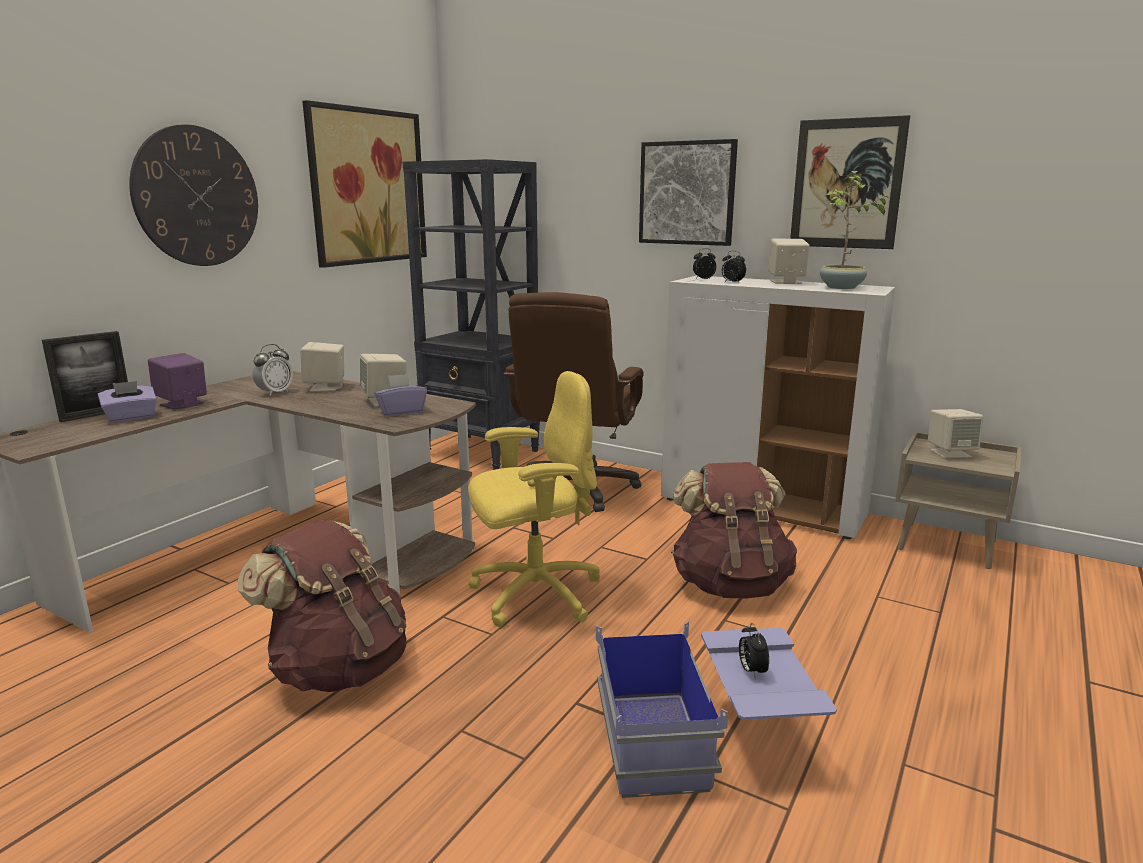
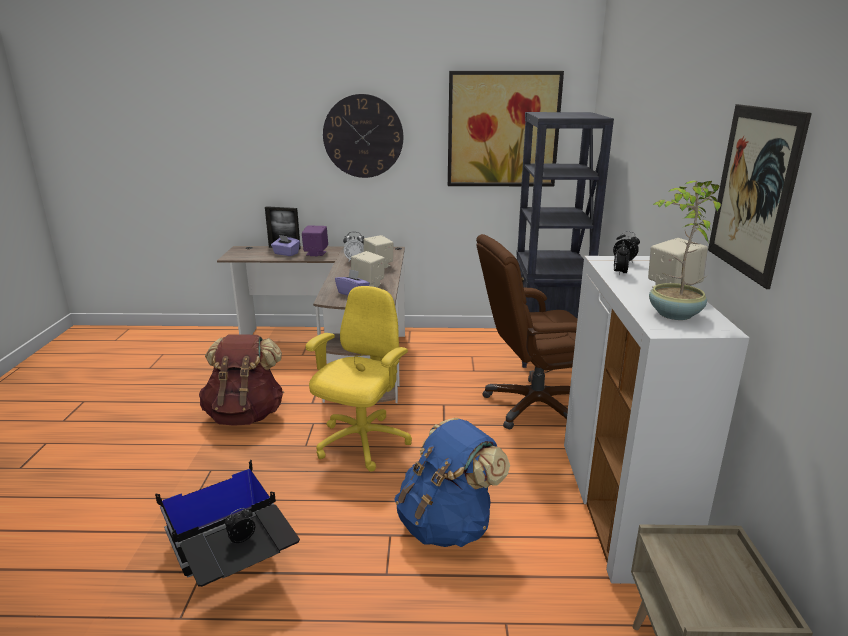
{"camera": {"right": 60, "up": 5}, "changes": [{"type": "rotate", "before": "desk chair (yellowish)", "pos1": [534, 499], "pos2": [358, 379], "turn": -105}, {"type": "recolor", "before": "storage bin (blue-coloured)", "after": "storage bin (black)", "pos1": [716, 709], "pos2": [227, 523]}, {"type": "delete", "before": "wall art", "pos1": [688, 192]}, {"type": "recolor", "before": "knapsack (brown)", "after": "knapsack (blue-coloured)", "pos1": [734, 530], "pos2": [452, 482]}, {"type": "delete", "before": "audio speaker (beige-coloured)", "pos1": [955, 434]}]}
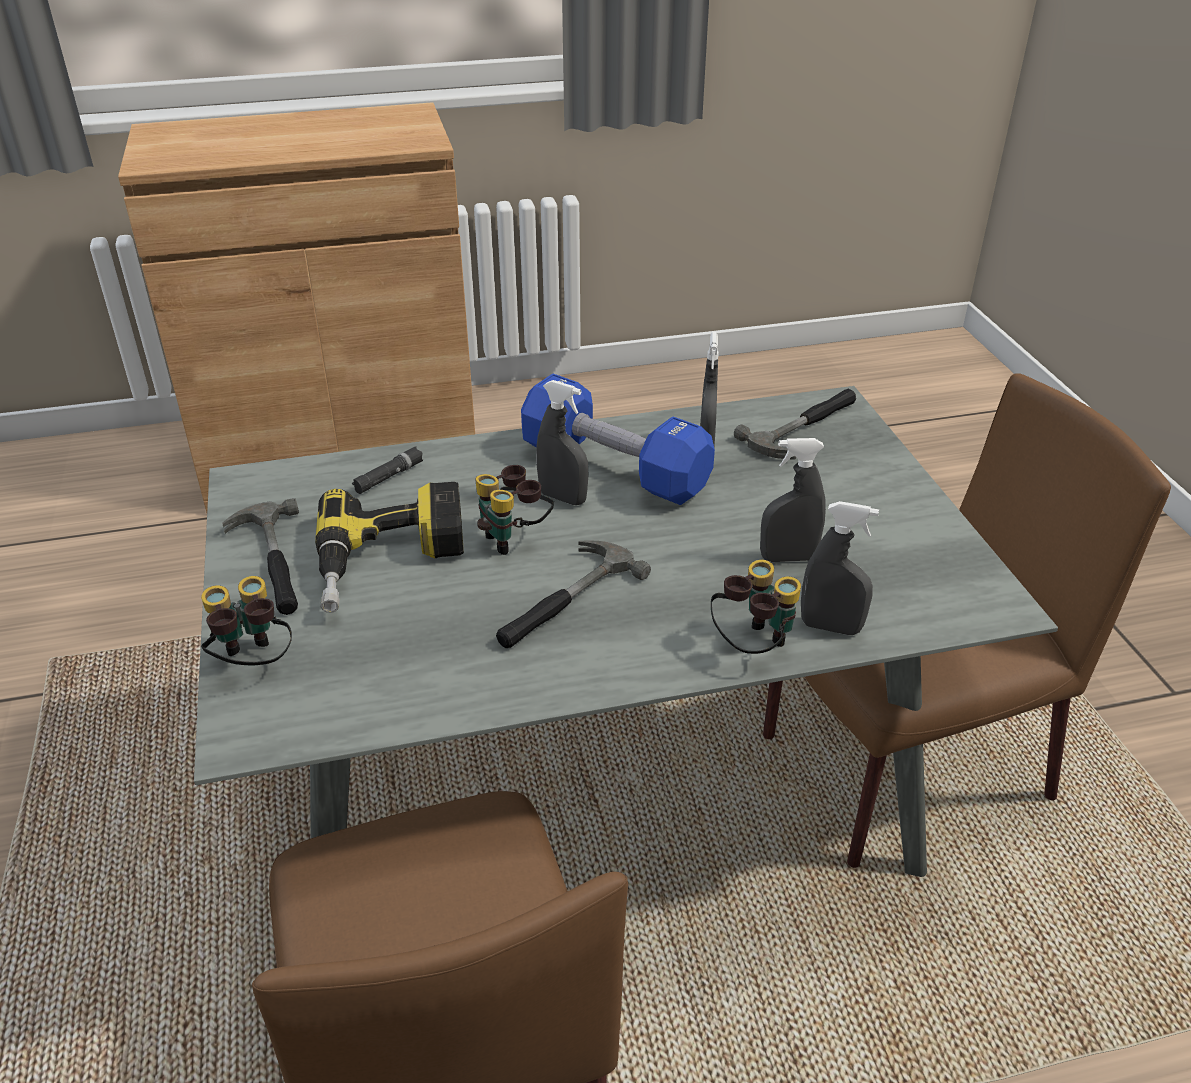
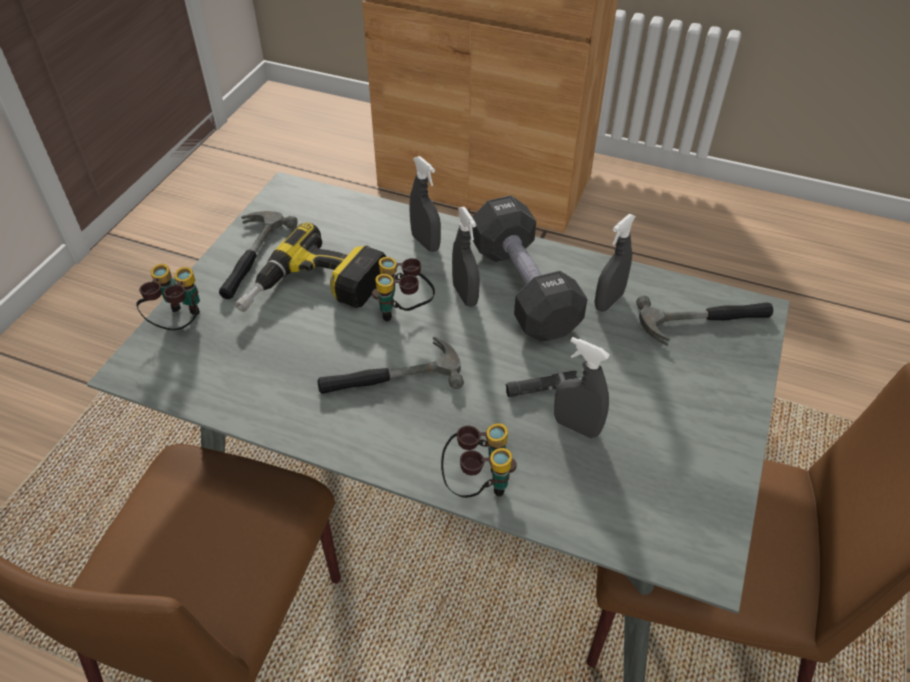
{"camera": {"right": 35, "up": 10}, "changes": [{"type": "move", "before": "flashlight (black)", "pos1": [387, 470], "pos2": [542, 384]}, {"type": "recolor", "before": "free weight (blue-coloured)", "after": "free weight (black)", "pos1": [618, 439], "pos2": [529, 268]}, {"type": "move", "before": "sprayer (gray)", "pos1": [840, 568], "pos2": [425, 204]}]}
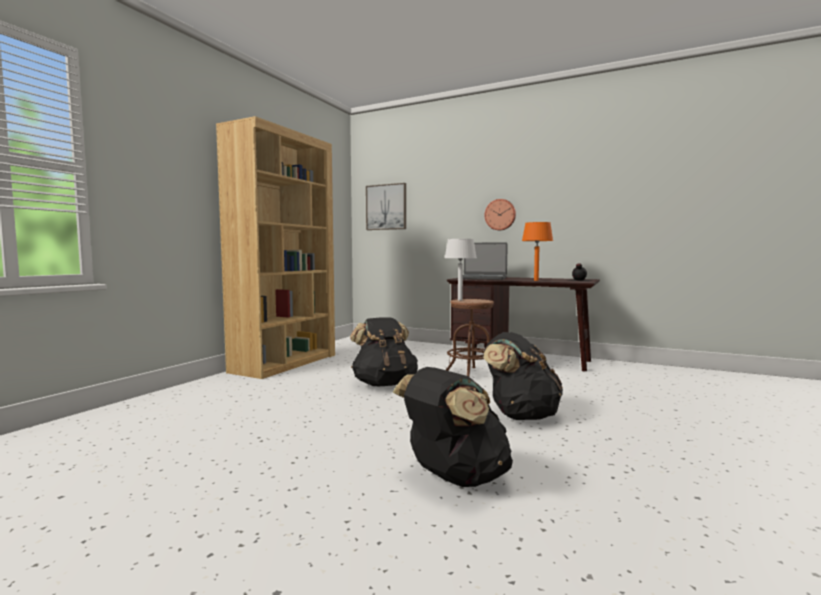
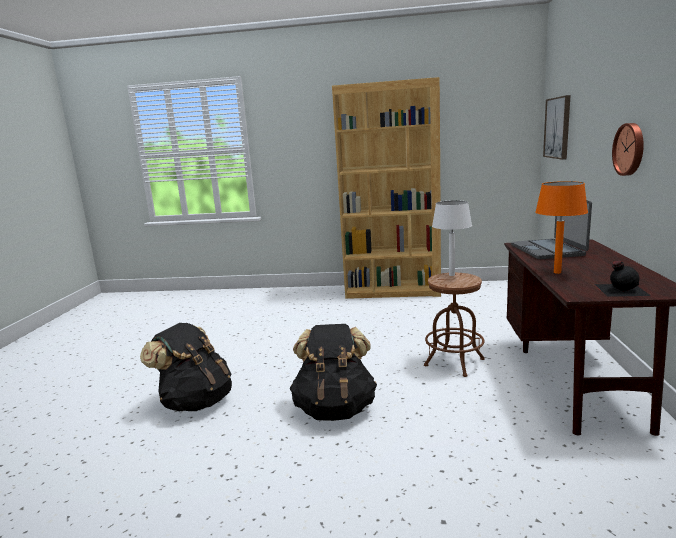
{"camera": {"right": 70, "up": 10}, "changes": [{"type": "delete", "before": "knapsack (black)", "pos1": [384, 351]}]}
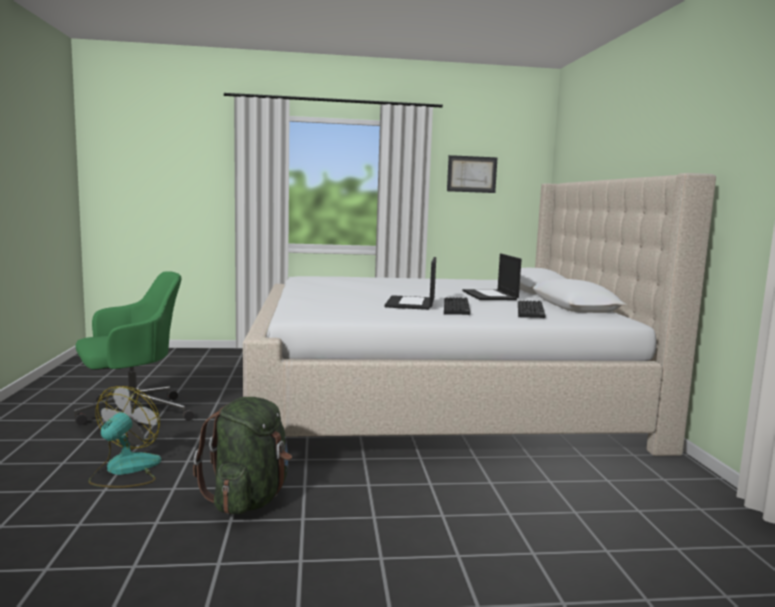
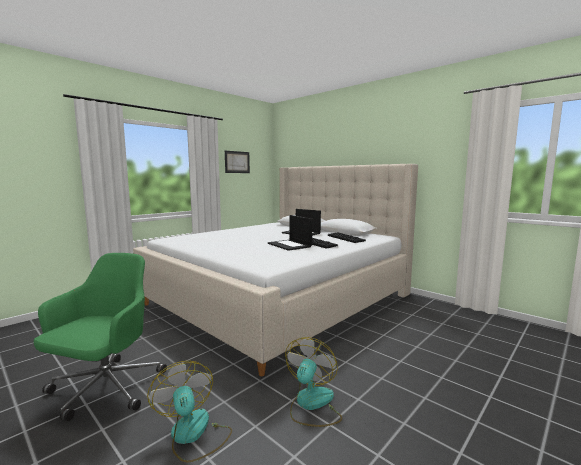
{"camera": {"right": -40, "up": 0}, "changes": [{"type": "replace", "before": "knapsack (green)", "after": "cooling fan", "pos1": [242, 455], "pos2": [313, 382]}]}
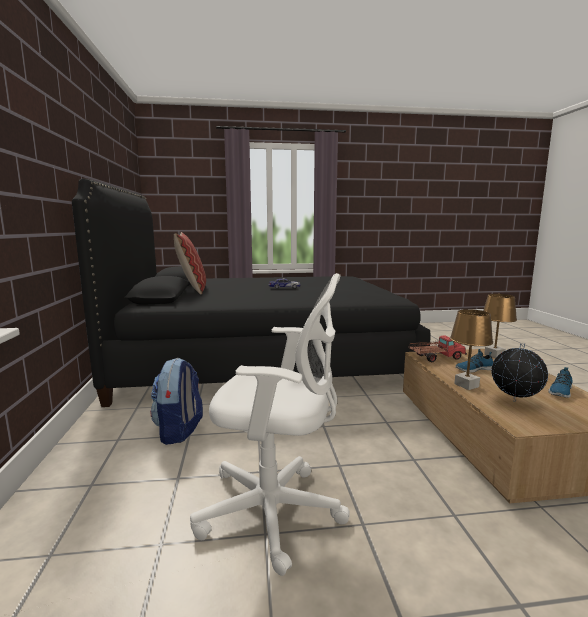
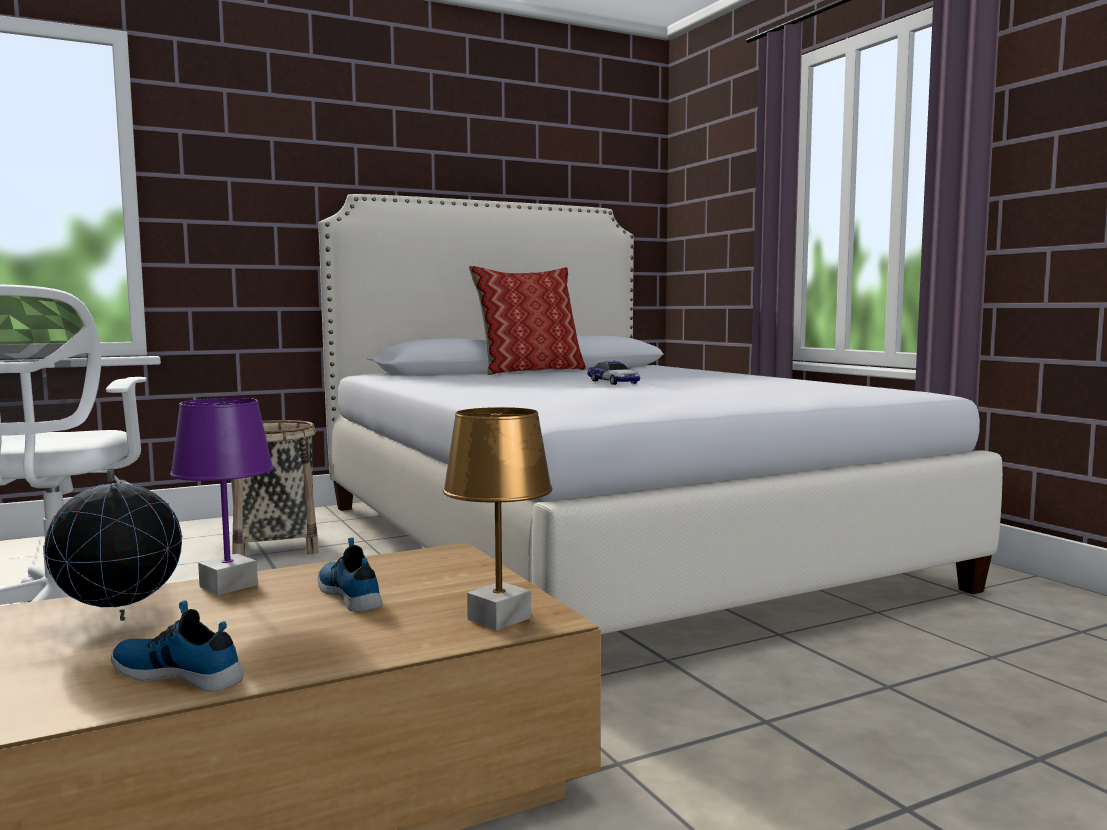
{"camera": {"right": 70, "up": -5}, "changes": [{"type": "recolor", "before": "sleeping bed (black)", "after": "sleeping bed (whitish)", "pos1": [251, 293], "pos2": [660, 414]}, {"type": "replace", "before": "knapsack", "after": "household basket", "pos1": [176, 401], "pos2": [275, 488]}, {"type": "delete", "before": "toy truck", "pos1": [438, 348]}, {"type": "recolor", "before": "table lamp (brown)", "after": "table lamp (purplish)", "pos1": [471, 349], "pos2": [222, 496]}]}
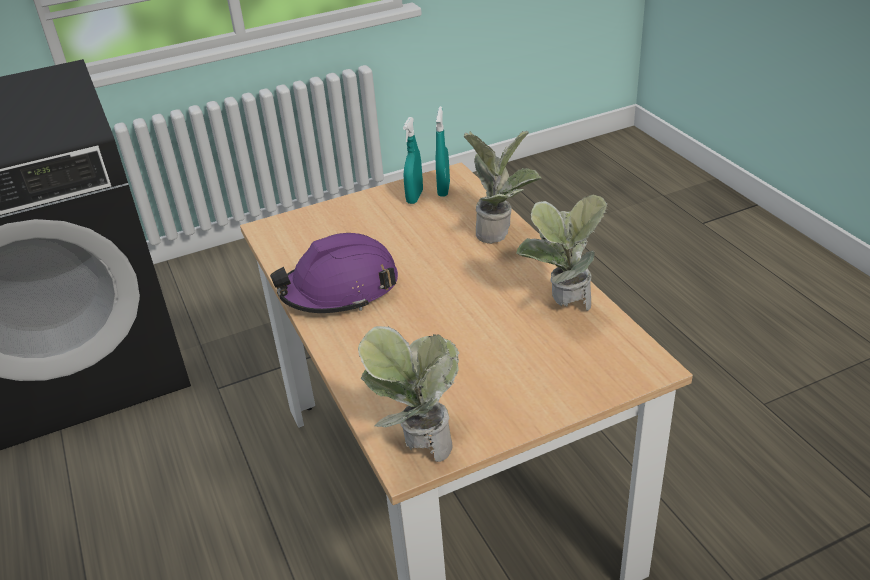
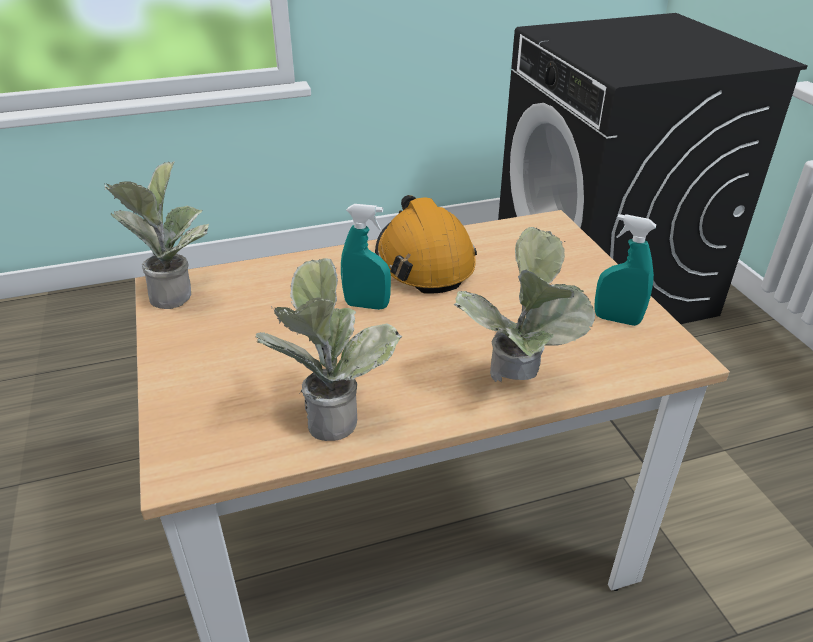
{"camera": {"right": 95, "up": 0}, "changes": [{"type": "recolor", "before": "hard hat (purplish)", "after": "hard hat (orangey)", "pos1": [334, 273], "pos2": [426, 244]}, {"type": "move", "before": "sprayer (turquoise)", "pos1": [443, 151], "pos2": [366, 257]}]}
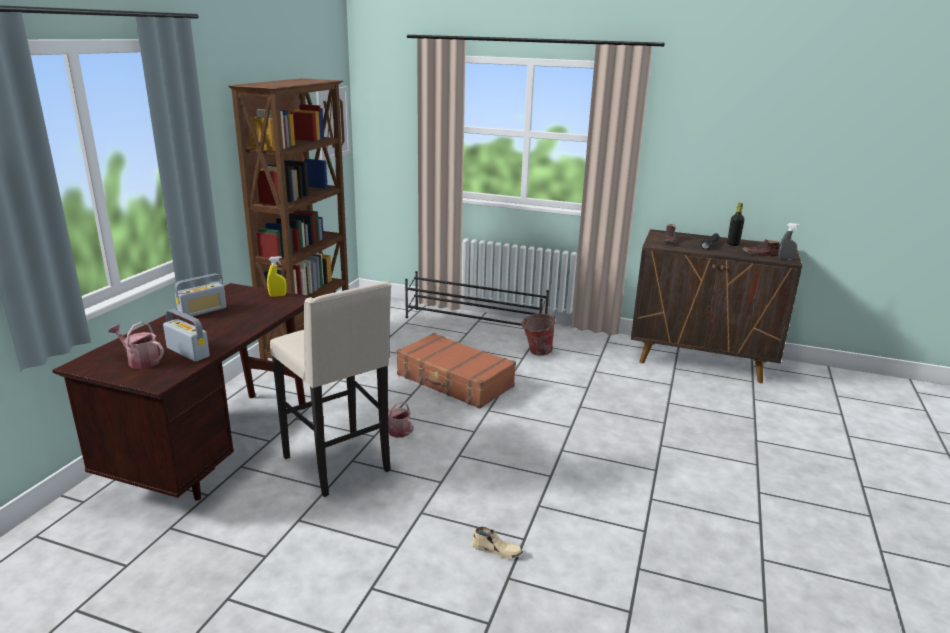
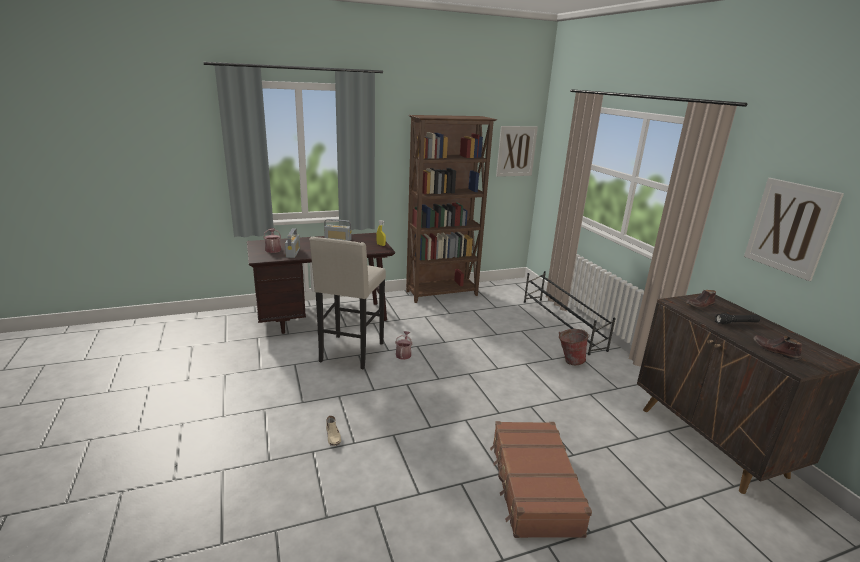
{"camera": {"right": 50, "up": 0}, "changes": [{"type": "move", "before": "piece of luggage (brown)", "pos1": [456, 371], "pos2": [541, 479]}, {"type": "delete", "before": "drink bottle (black)", "pos1": [736, 224]}, {"type": "delete", "before": "sprayer (gray)", "pos1": [789, 241]}, {"type": "insert", "after": "wall art", "pos2": [794, 229]}]}
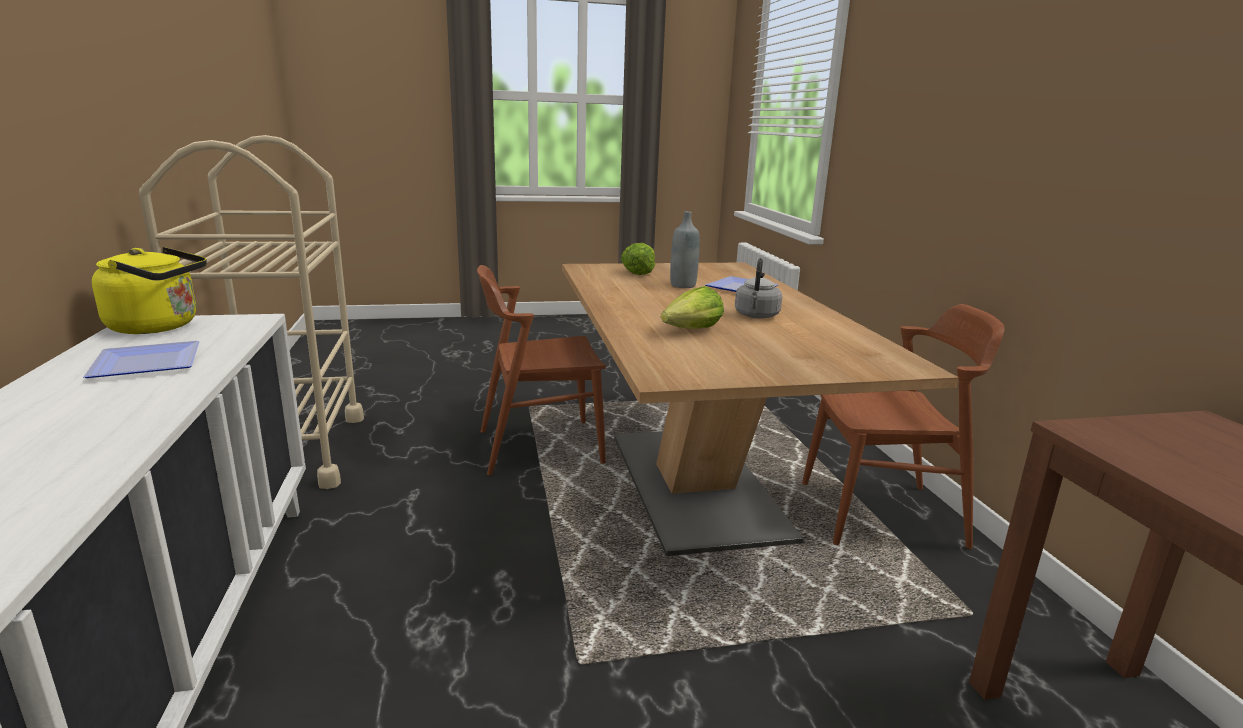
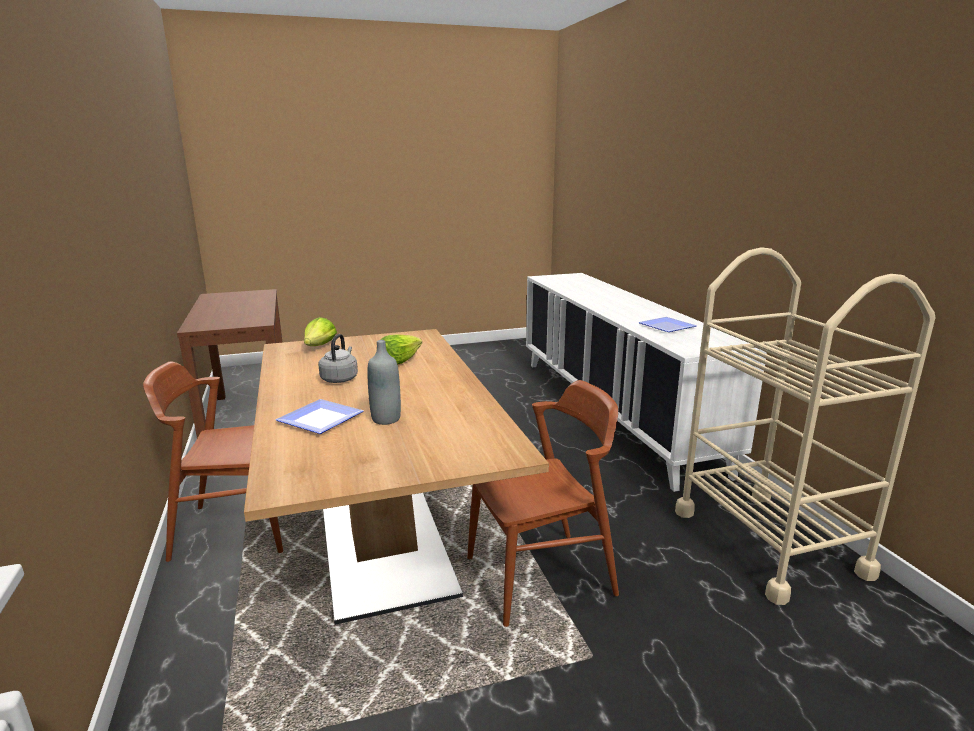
{"camera": {"right": 175, "up": 0}, "changes": [{"type": "delete", "before": "tea kettle (yellowish)", "pos1": [149, 290]}, {"type": "move", "before": "head of lettuce", "pos1": [638, 259], "pos2": [320, 331]}]}
